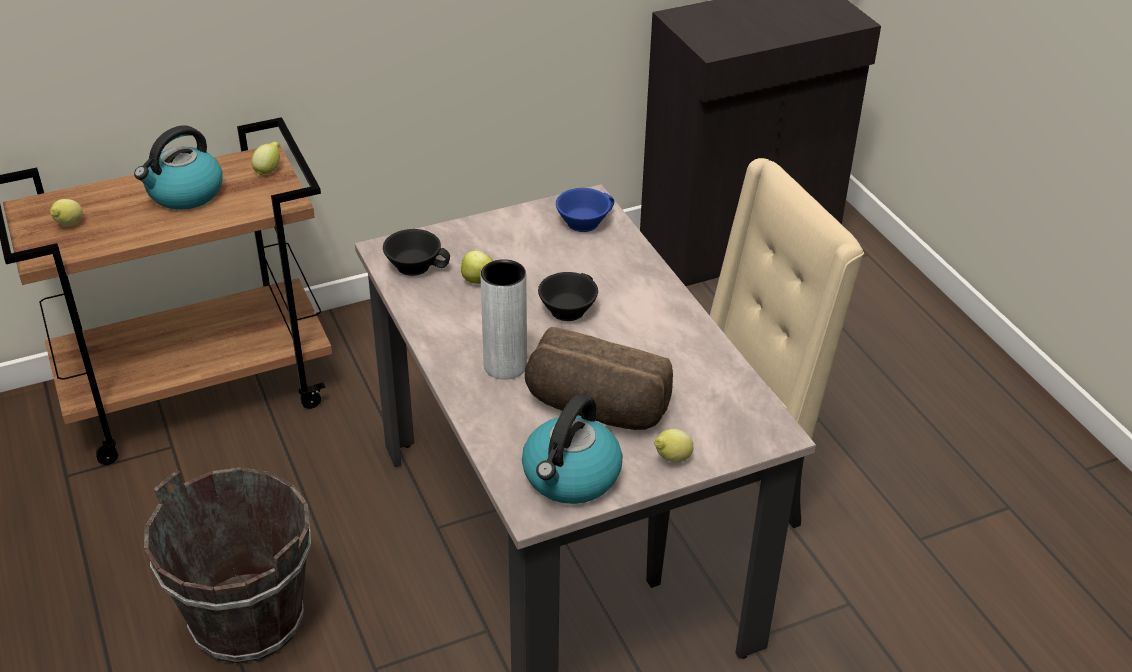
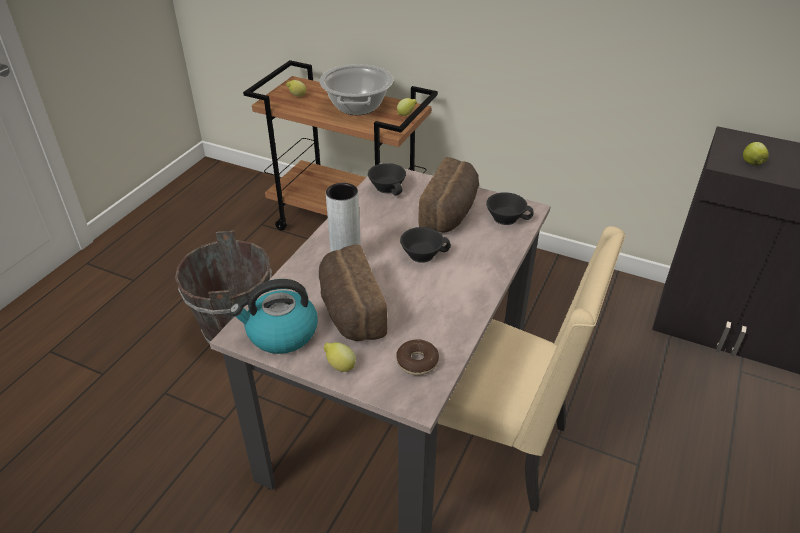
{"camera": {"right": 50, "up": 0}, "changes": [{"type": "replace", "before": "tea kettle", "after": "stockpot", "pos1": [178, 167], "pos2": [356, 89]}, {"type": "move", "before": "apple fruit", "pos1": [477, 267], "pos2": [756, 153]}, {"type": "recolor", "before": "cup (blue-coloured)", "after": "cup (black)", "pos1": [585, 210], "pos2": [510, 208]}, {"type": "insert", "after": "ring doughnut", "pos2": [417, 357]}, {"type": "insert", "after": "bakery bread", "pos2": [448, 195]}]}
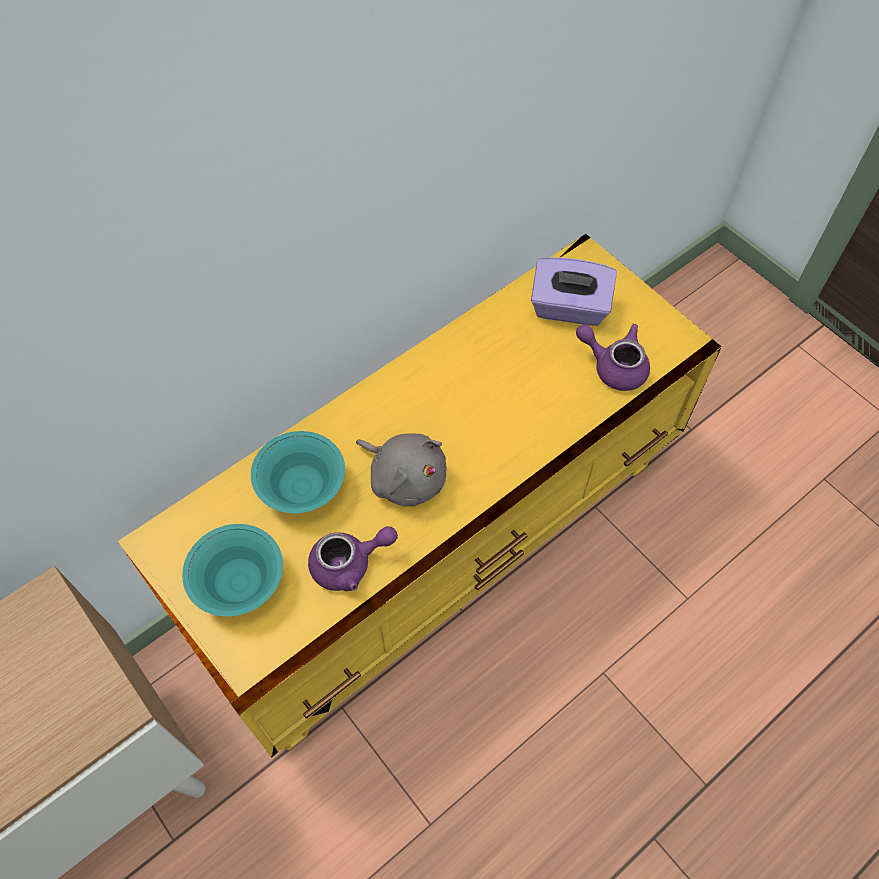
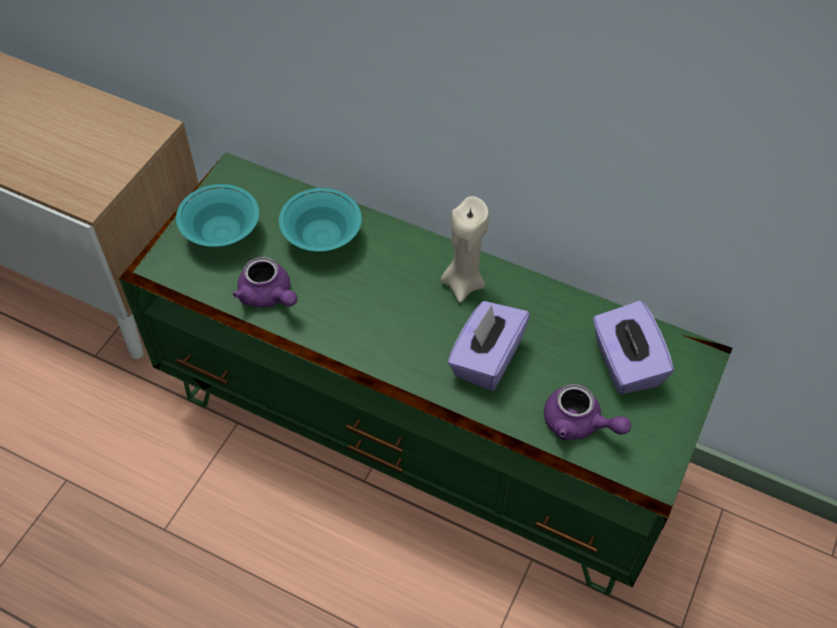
{"camera": {"right": 65, "up": -5}, "changes": [{"type": "recolor", "before": "tv unit (yellowish)", "after": "tv unit (green)", "pos1": [420, 495], "pos2": [425, 373]}, {"type": "delete", "before": "soft toy (gray)", "pos1": [401, 470]}, {"type": "rotate", "before": "pot for tea (purplish)", "pos1": [613, 357], "pos2": [587, 412], "turn": 120}, {"type": "insert", "after": "wax light (beige-coloured)", "pos2": [465, 249]}, {"type": "insert", "after": "tissue box (purplish)", "pos2": [488, 346]}]}
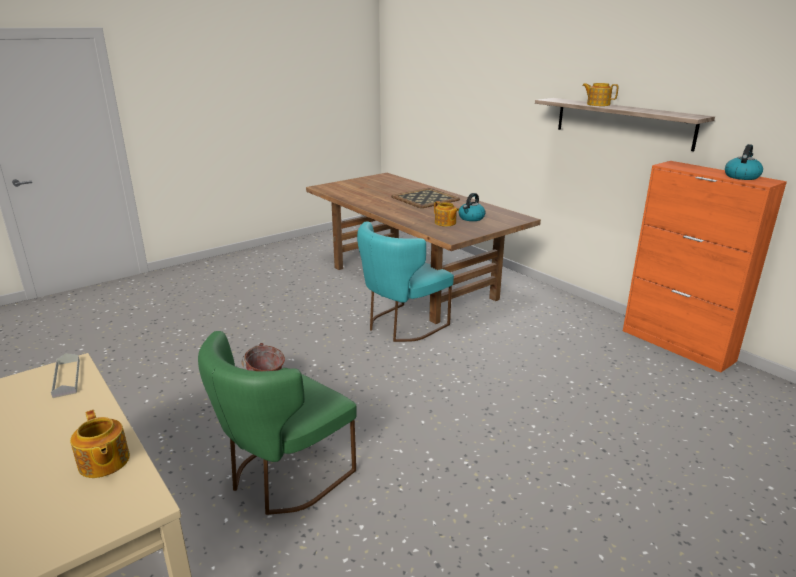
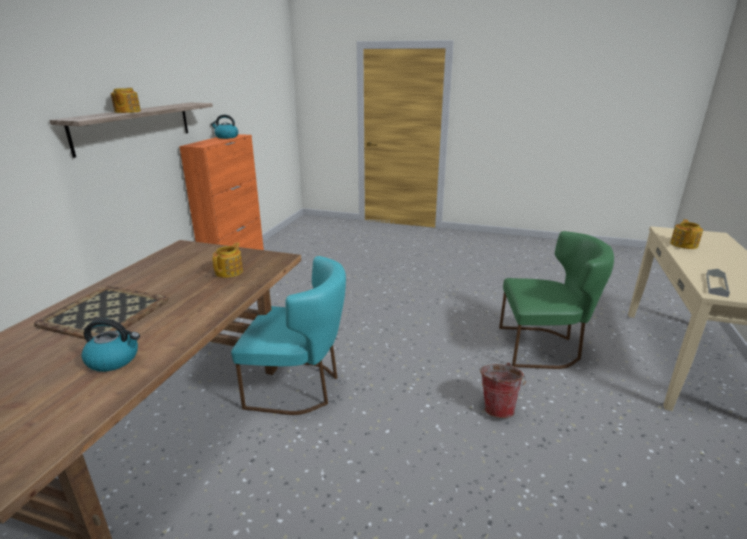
{"camera": {"right": -125, "up": 0}, "changes": [{"type": "move", "before": "tea kettle", "pos1": [472, 207], "pos2": [110, 345]}]}
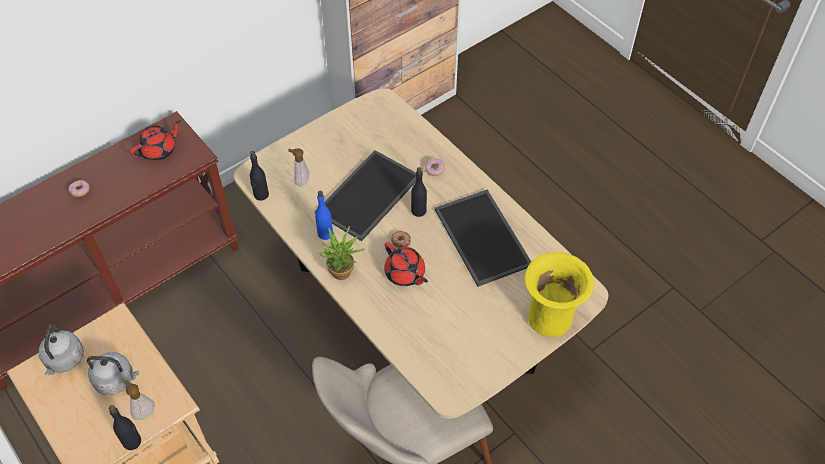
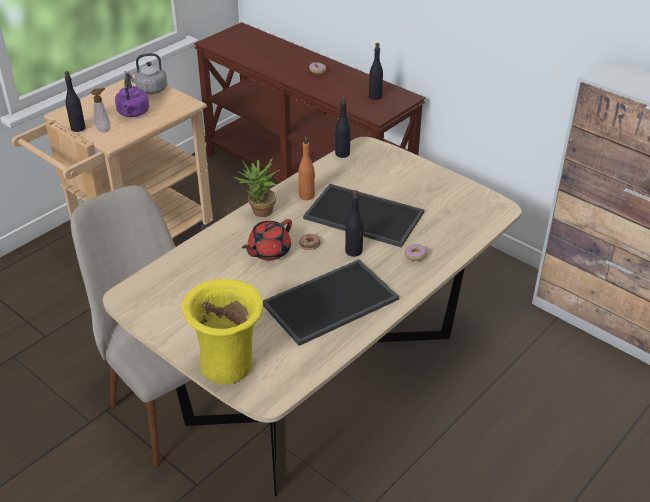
{"camera": {"right": 80, "up": -15}, "changes": [{"type": "recolor", "before": "tea kettle (gray)", "after": "tea kettle (purplish)", "pos1": [113, 373], "pos2": [132, 95]}, {"type": "replace", "before": "pot for tea (reddish)", "after": "drink bottle (black)", "pos1": [155, 140], "pos2": [376, 71]}, {"type": "delete", "before": "liquid soap bottle", "pos1": [298, 167]}, {"type": "recolor", "before": "drink bottle (blue-coloured)", "after": "drink bottle (orangey)", "pos1": [324, 215], "pos2": [306, 168]}]}
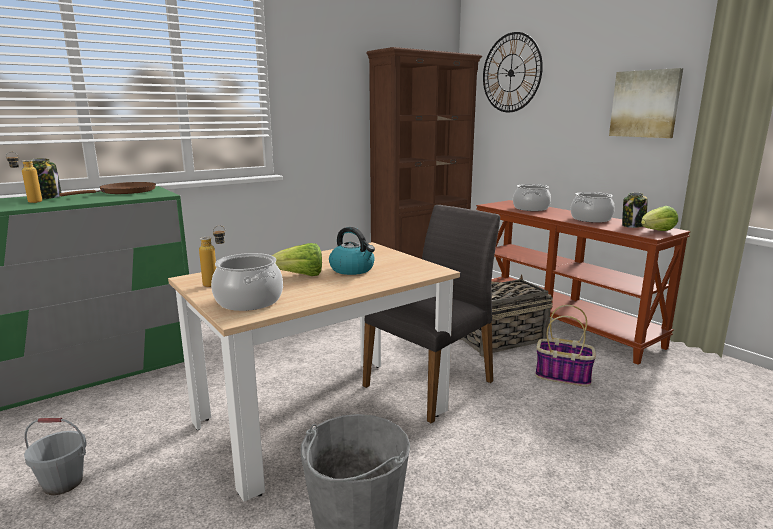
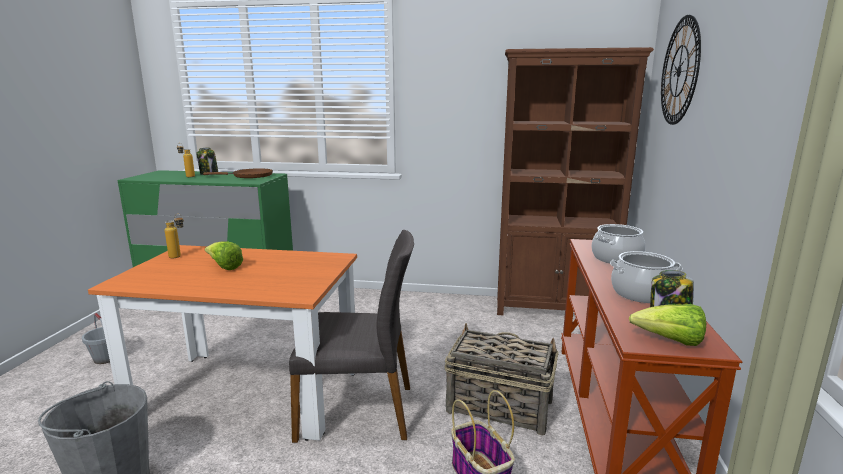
{"camera": {"right": 45, "up": 0}, "changes": [{"type": "recolor", "before": "kitchen table (beige-coloured)", "after": "kitchen table (orangey)", "pos1": [314, 372], "pos2": [222, 343]}, {"type": "delete", "before": "stockpot", "pos1": [247, 282]}, {"type": "delete", "before": "tea kettle", "pos1": [352, 251]}, {"type": "delete", "before": "wall art", "pos1": [646, 103]}]}
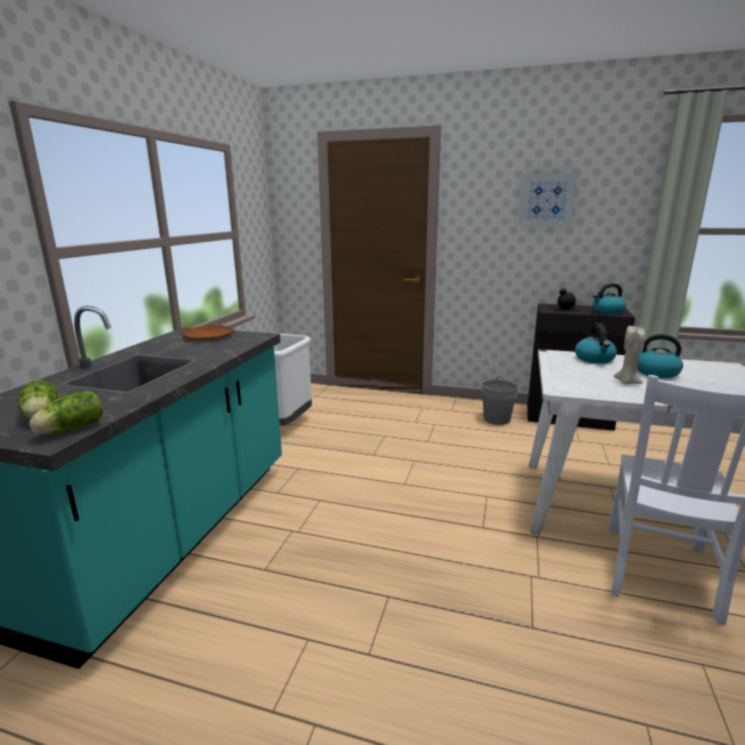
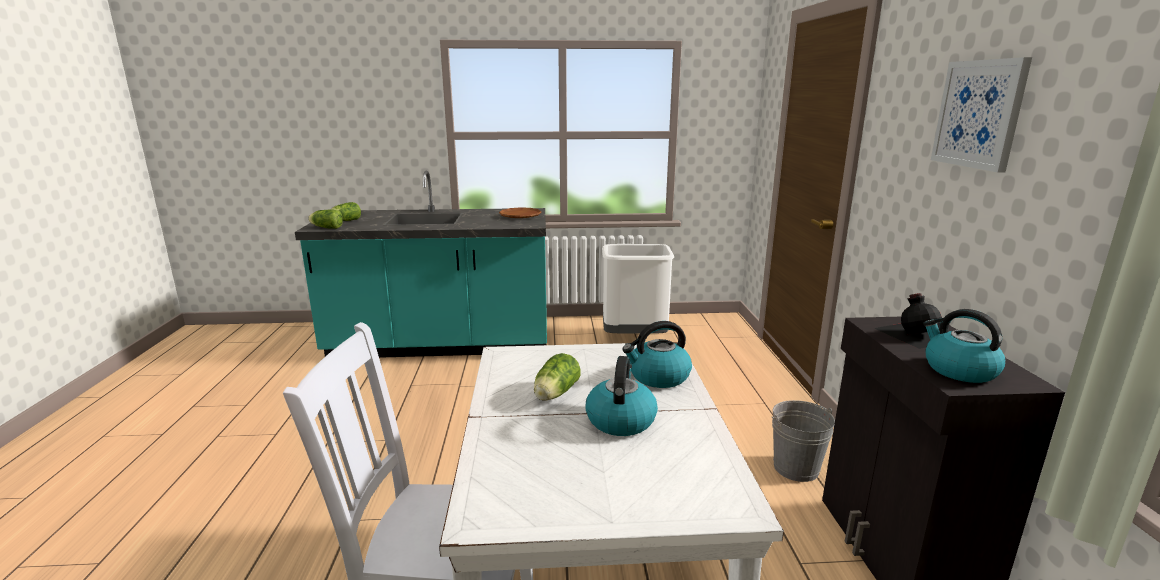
{"camera": {"right": 70, "up": 0}, "changes": [{"type": "replace", "before": "wax light (beige-coloured)", "after": "head of lettuce", "pos1": [629, 354], "pos2": [557, 377]}]}
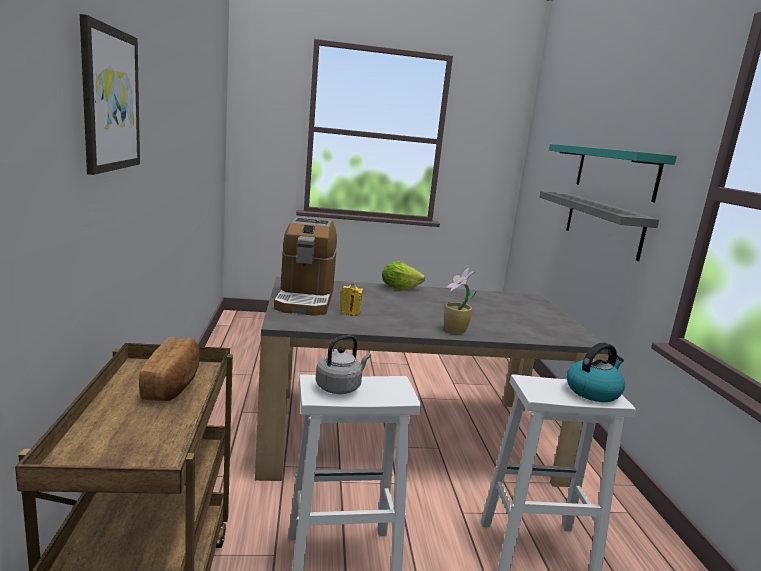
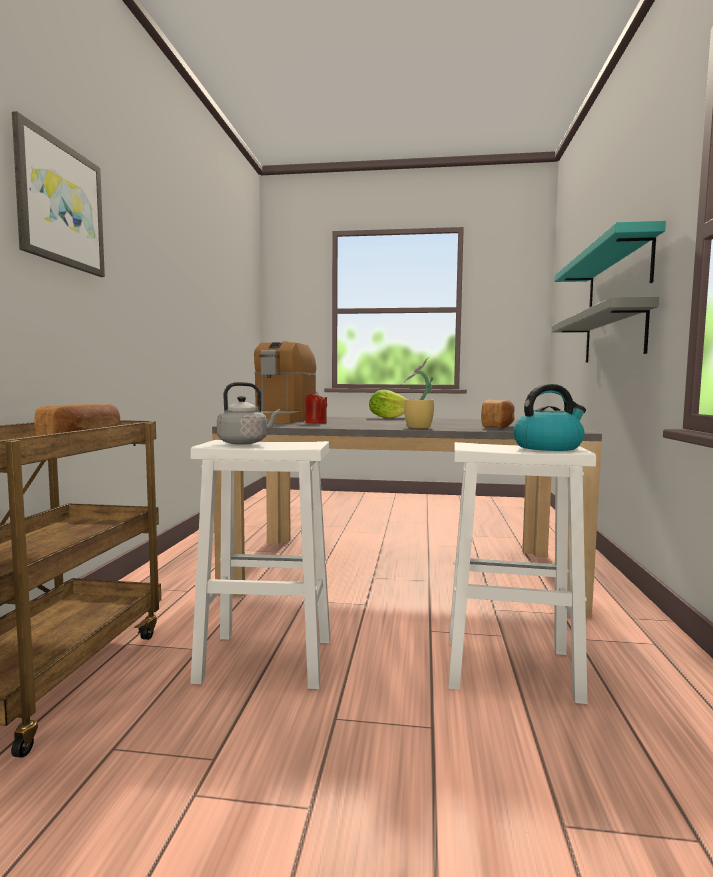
{"camera": {"right": 15, "up": -10}, "changes": [{"type": "recolor", "before": "wax light (yellowish)", "after": "wax light (reddish)", "pos1": [351, 299], "pos2": [316, 408]}, {"type": "insert", "after": "bakery bread", "pos2": [498, 414]}]}
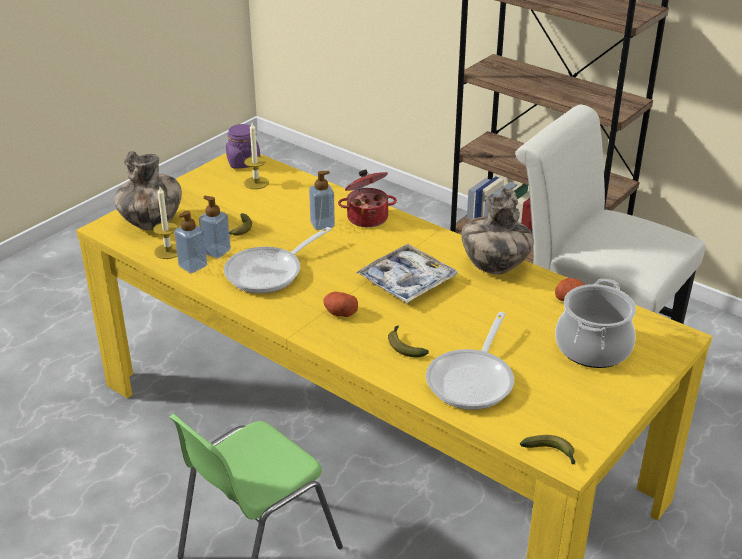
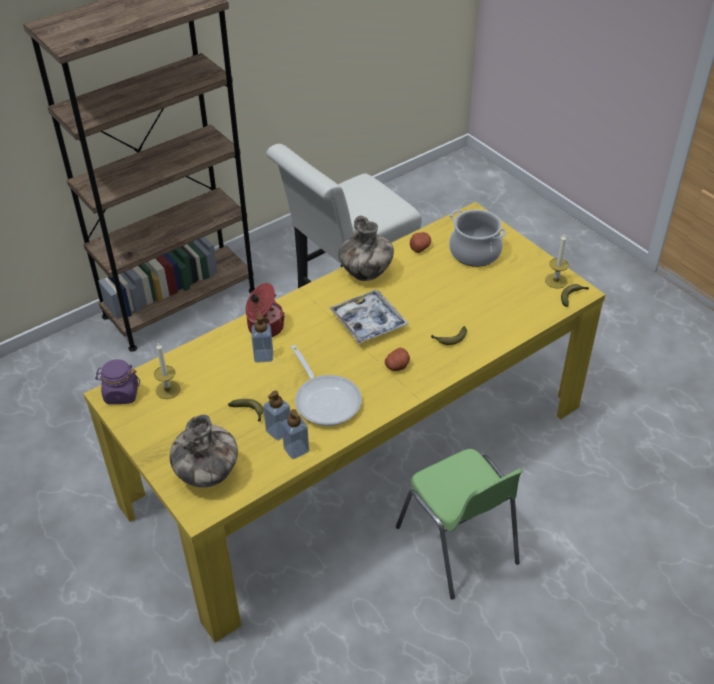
{"camera": {"right": -75, "up": 10}, "changes": [{"type": "move", "before": "wax light", "pos1": [165, 223], "pos2": [557, 261]}, {"type": "delete", "before": "frying pan", "pos1": [470, 361]}]}
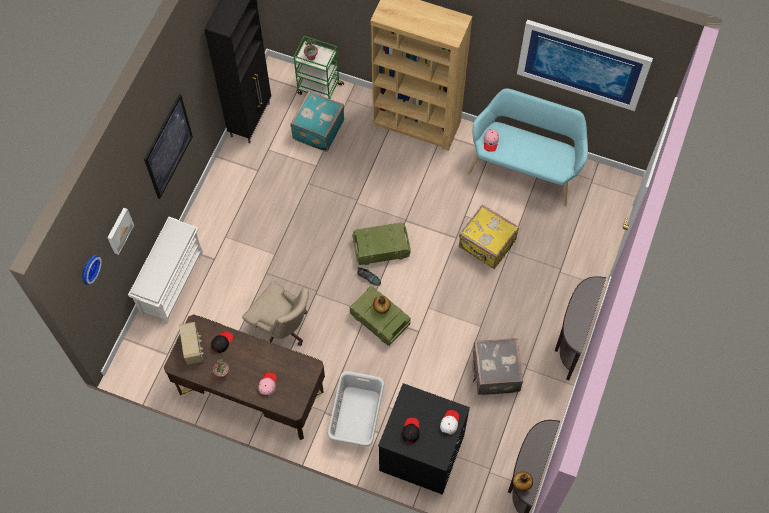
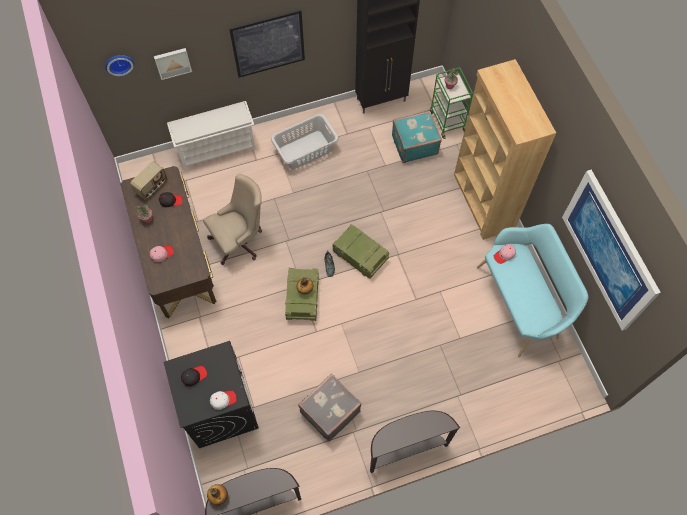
{"camera": {"right": 50, "up": 0}, "changes": [{"type": "rotate", "before": "desk chair (beige-coloured)", "pos1": [275, 313], "pos2": [232, 219], "turn": -120}, {"type": "move", "before": "hamper (gray)", "pos1": [356, 408], "pos2": [305, 141]}, {"type": "delete", "before": "piece of luggage (yellowish)", "pos1": [489, 236]}]}
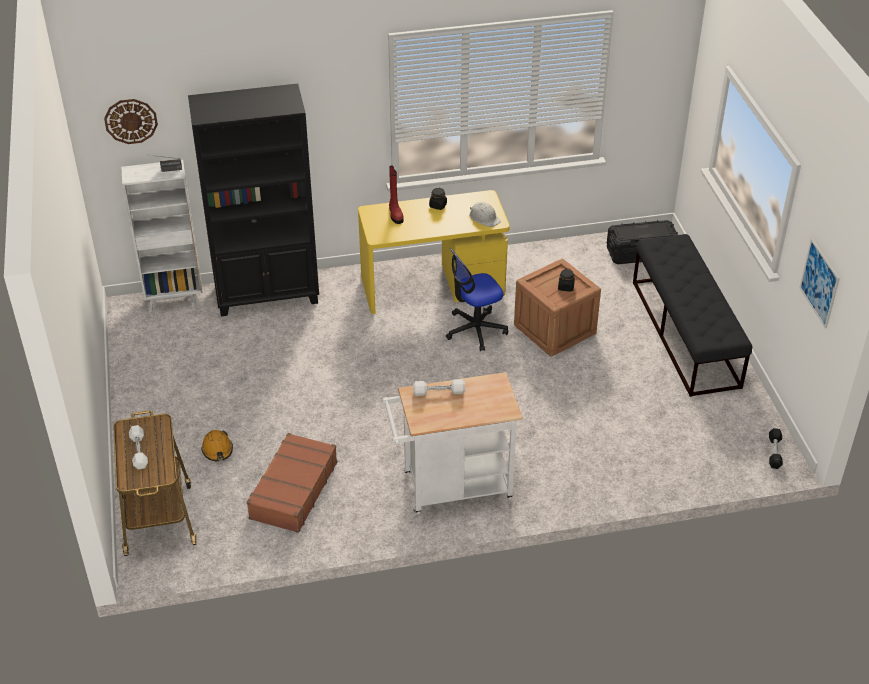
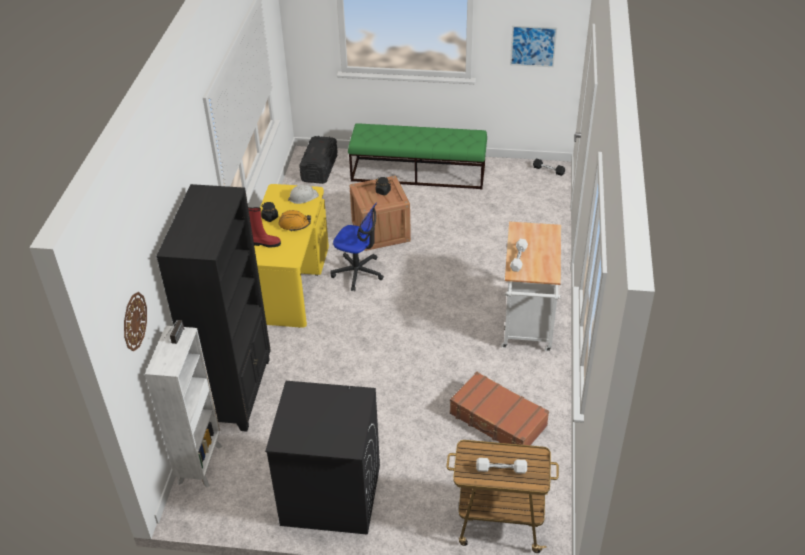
{"camera": {"right": -70, "up": 0}, "changes": [{"type": "move", "before": "hard hat (orangey)", "pos1": [217, 445], "pos2": [295, 221]}, {"type": "rotate", "before": "desk chair", "pos1": [477, 300], "pos2": [357, 246], "turn": -60}, {"type": "recolor", "before": "indoor bench (black)", "after": "indoor bench (green)", "pos1": [692, 315], "pos2": [417, 156]}, {"type": "insert", "after": "washing machine (black)", "pos2": [322, 458]}]}
